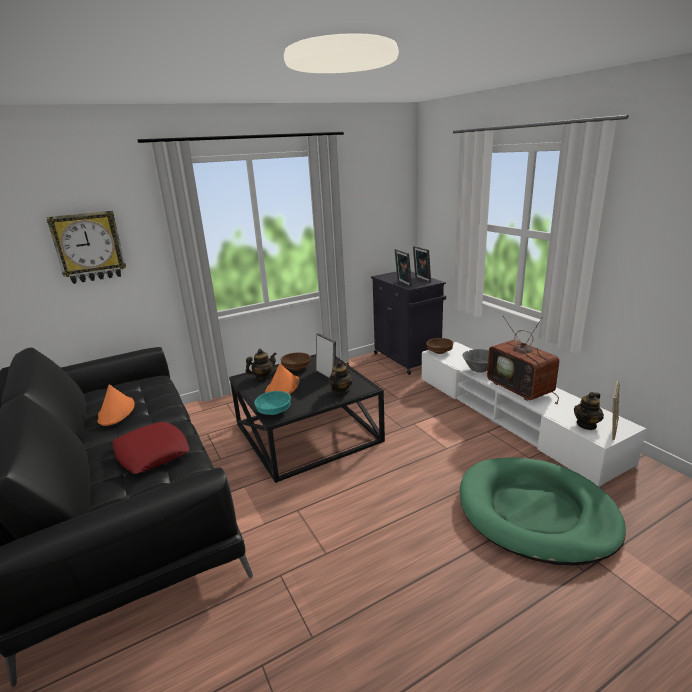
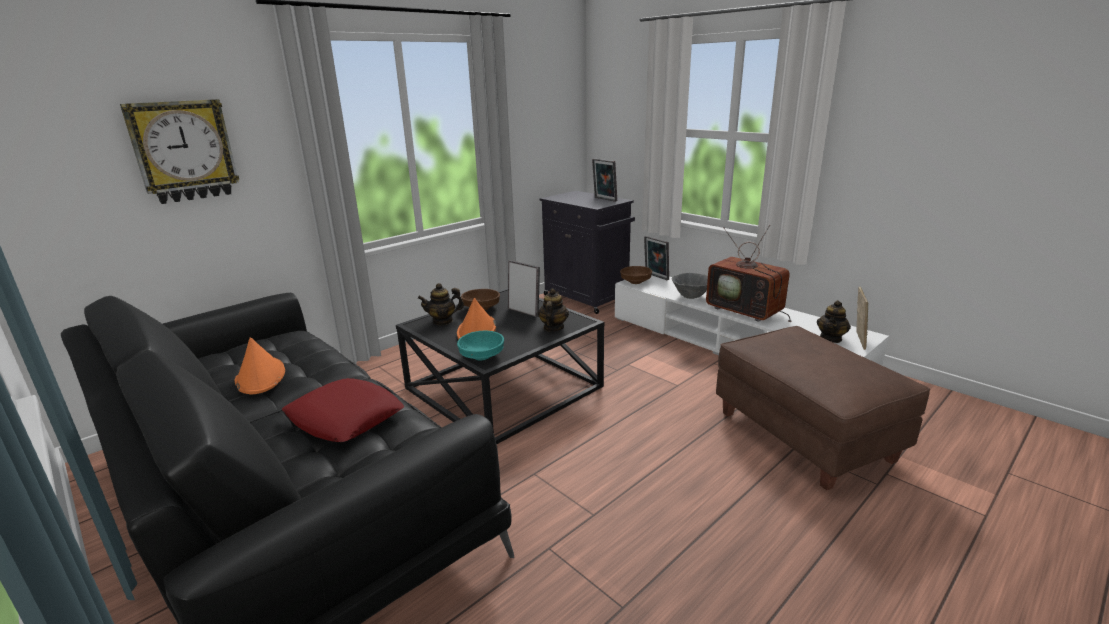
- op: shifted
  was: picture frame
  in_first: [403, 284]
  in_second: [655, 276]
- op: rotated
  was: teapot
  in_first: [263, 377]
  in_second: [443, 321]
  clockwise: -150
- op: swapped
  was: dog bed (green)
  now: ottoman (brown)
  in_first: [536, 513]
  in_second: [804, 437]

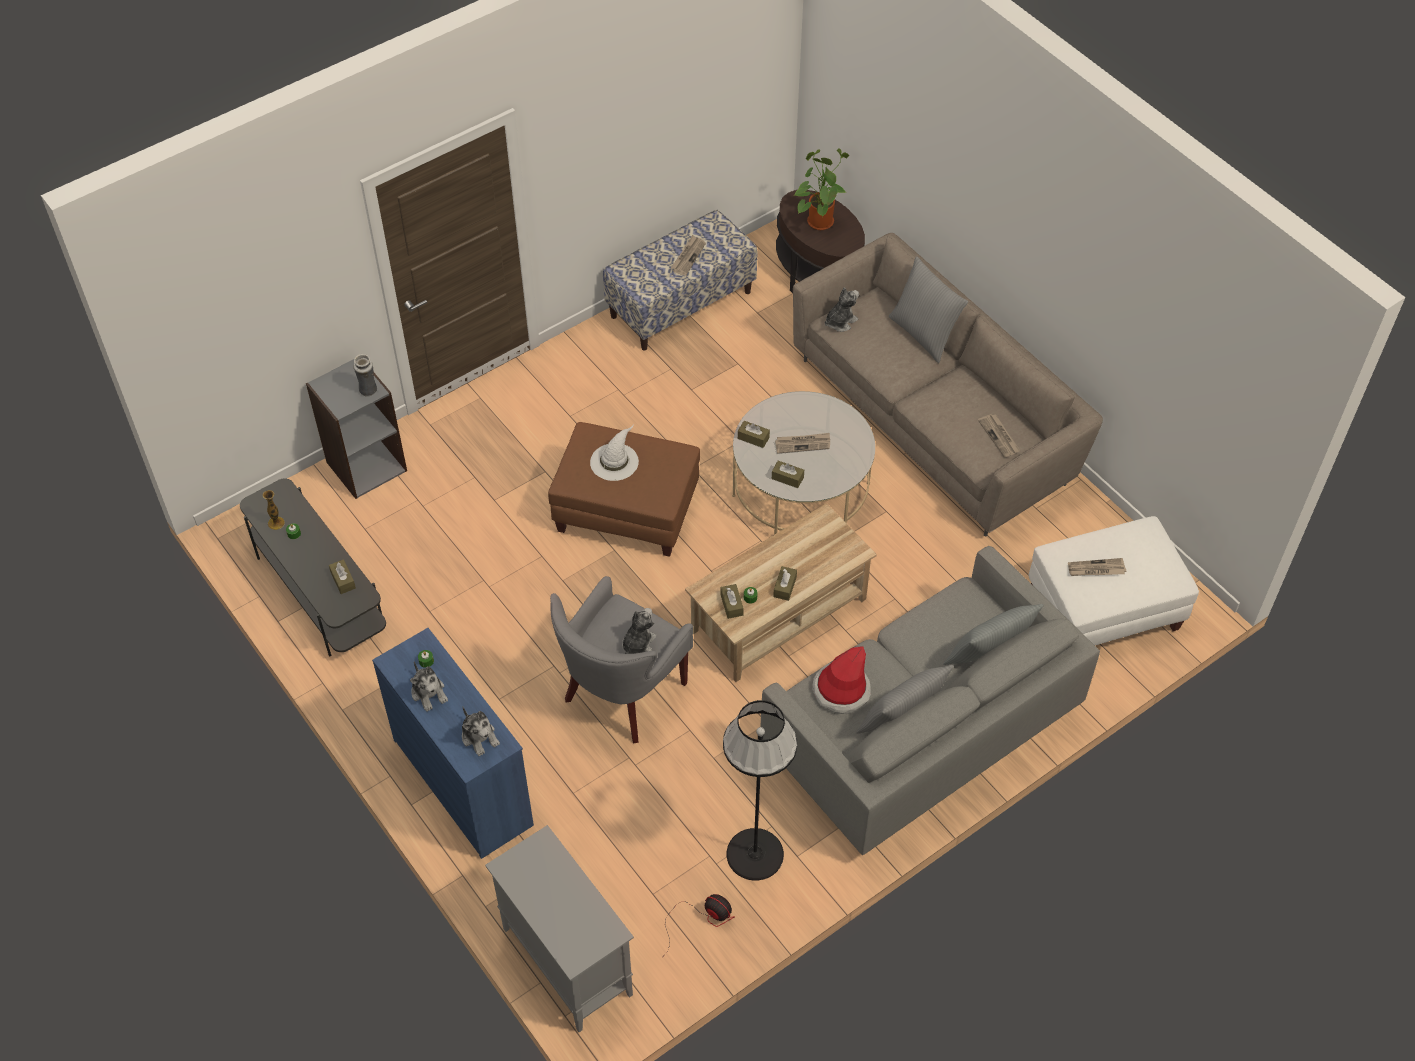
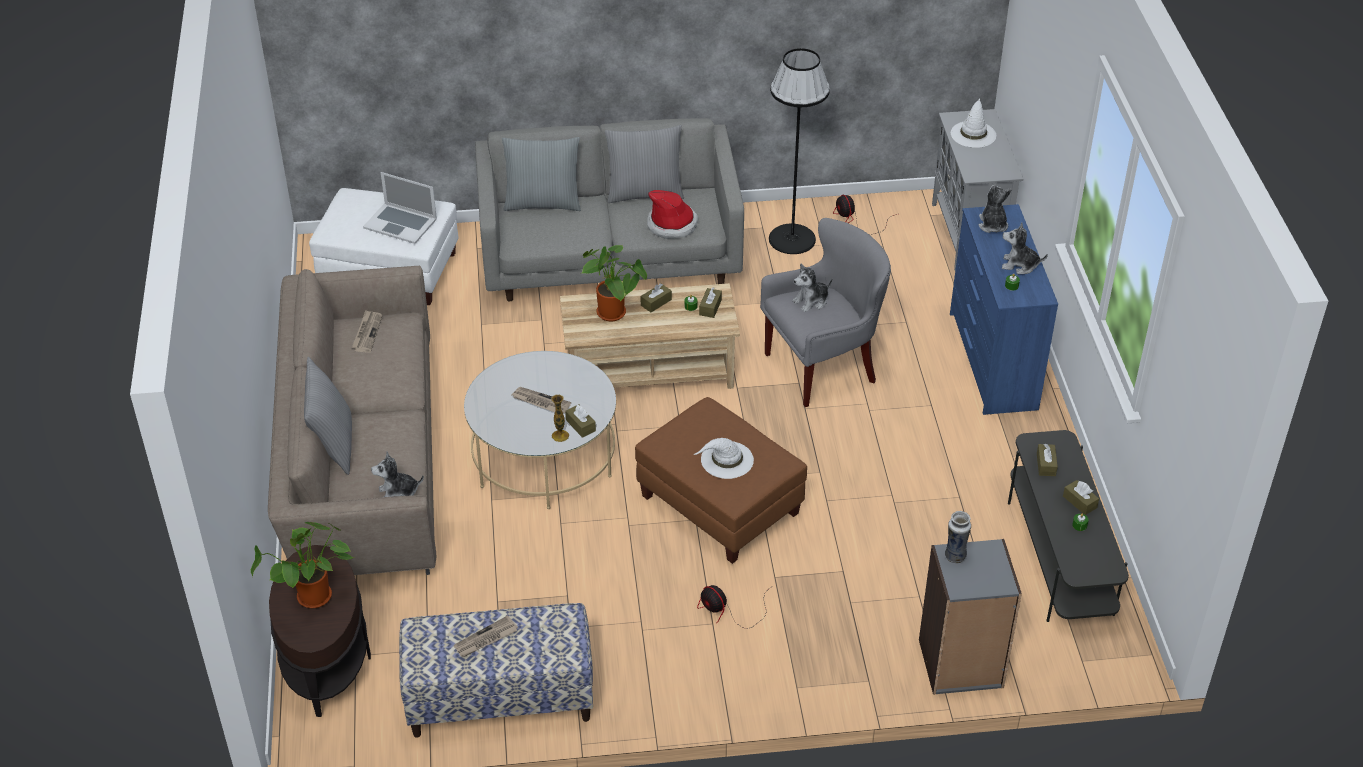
- op: shifted
  was: tissue box (brown)
  in_first: [787, 478]
  in_second: [1079, 502]
- op: shifted
  was: vase
  in_first: [276, 523]
  in_second: [560, 436]
- op: swapped
  was: newspaper
  now: laptop
  in_first: [1096, 569]
  in_second: [400, 223]
- op: rotated
  was: plush toy
  in_first: [429, 692]
  in_second: [1019, 265]
  clockwise: -75
- op: new
  now: hat (white)
  in_second: [973, 133]
- op: new
  now: potted plant
  in_second: [614, 314]
- op: new
  now: fan
  in_second: [728, 612]

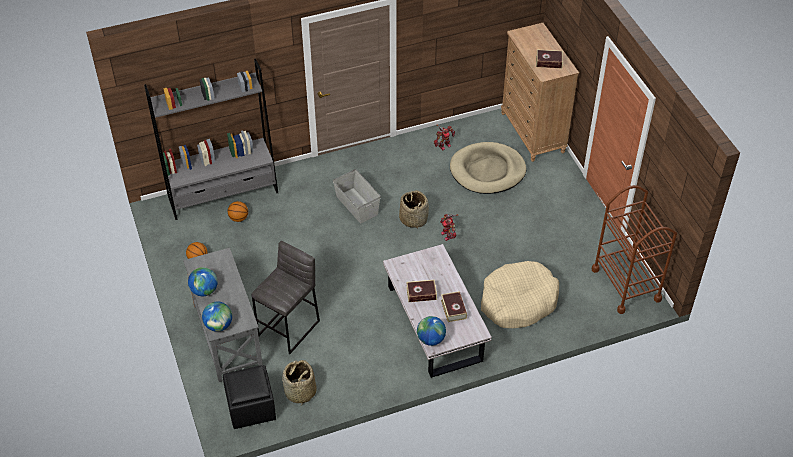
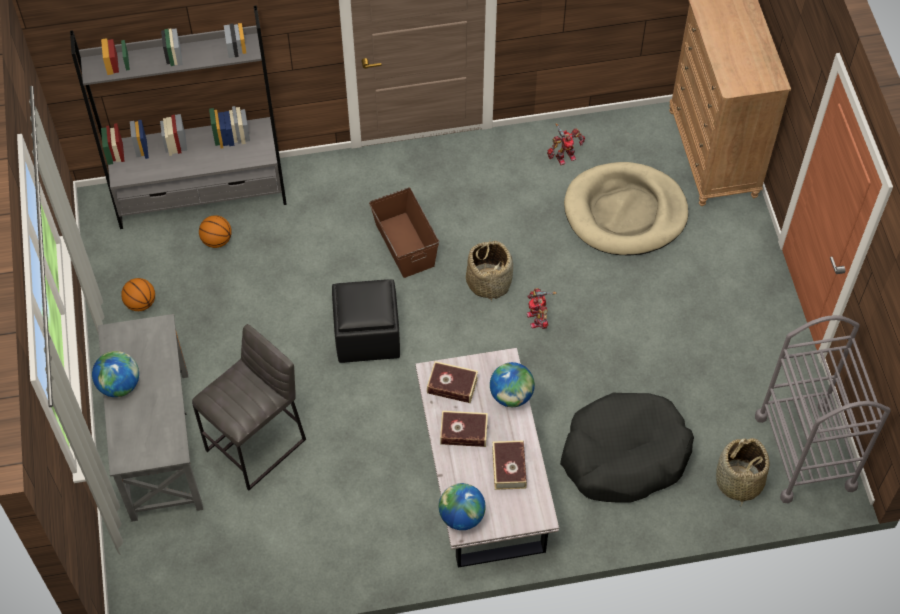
- op: shifted
  was: book
  in_first: [549, 62]
  in_second: [452, 385]
- op: repainted
  was: storage box (grey)
  now: storage box (brown)
  in_first: [357, 205]
  in_second: [405, 244]
- op: repainted
  was: cart (brown)
  now: cart (grey)
  in_first: [626, 284]
  in_second: [805, 451]
- op: repainted
  was: dog bed (beige)
  now: dog bed (black)
  in_first: [518, 302]
  in_second: [624, 455]
- op: shifted
  was: globe
  in_first: [219, 325]
  in_second: [511, 395]
- op: shifted
  was: basket
  in_first: [300, 392]
  in_second: [738, 481]
- op: shifted
  was: ottoman (black)
  in_first: [251, 407]
  in_second: [368, 335]

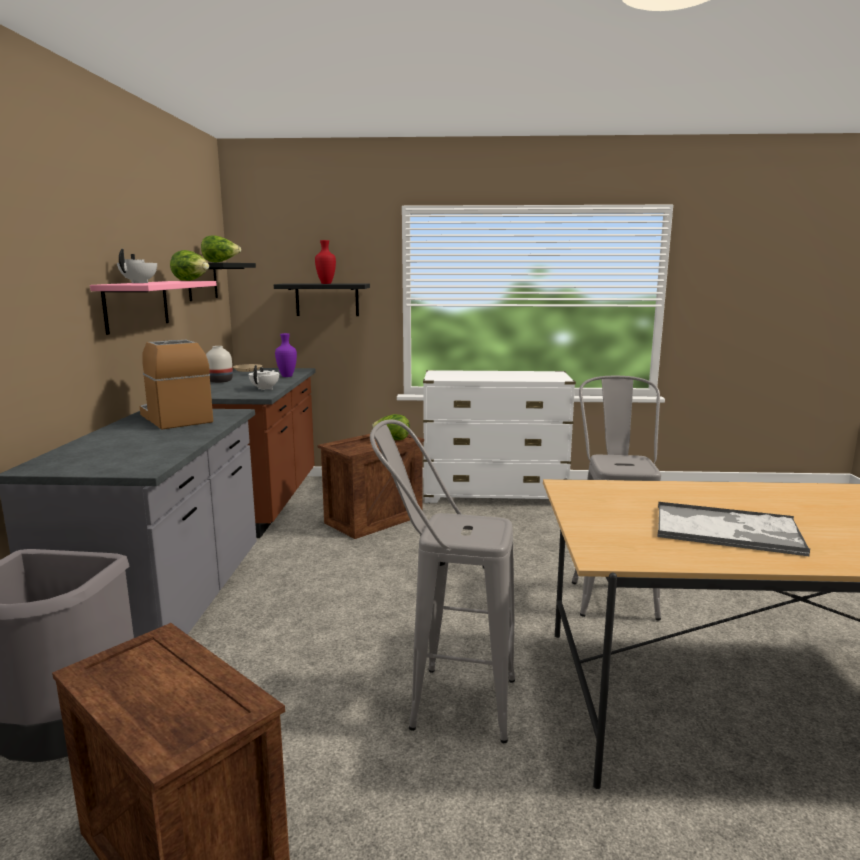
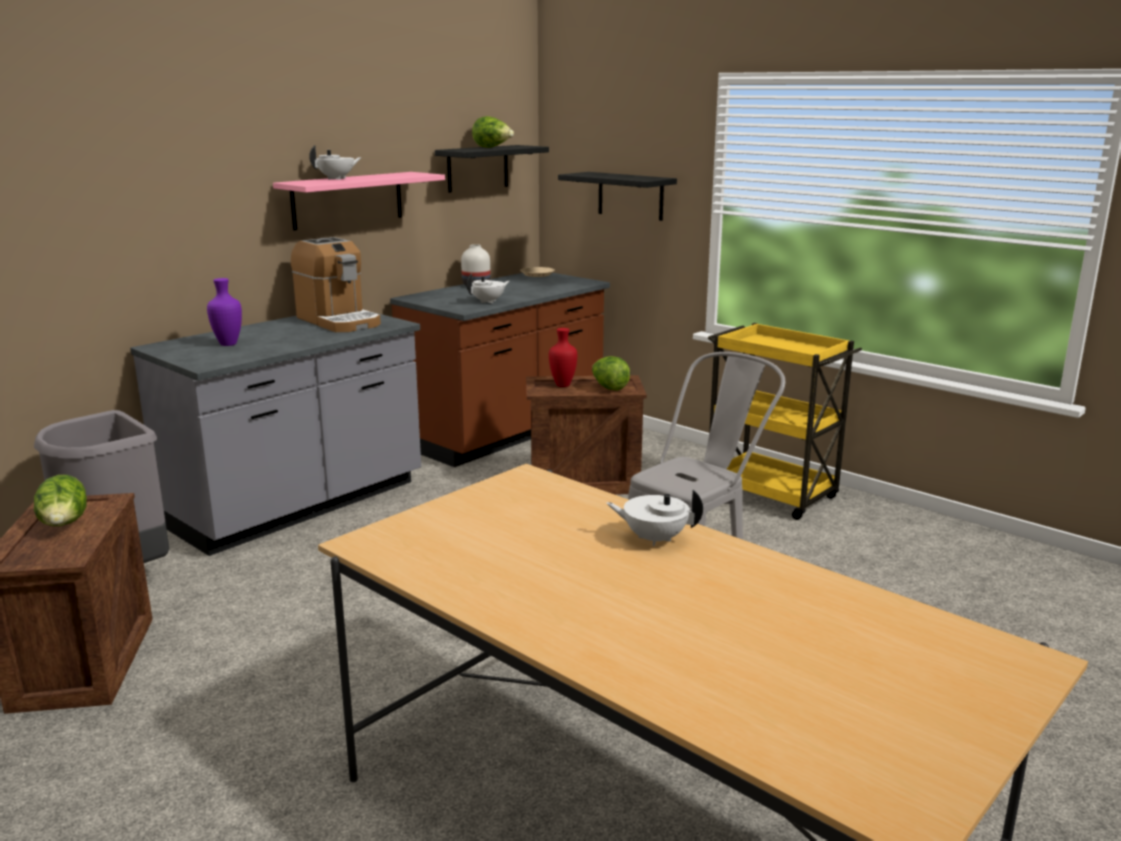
- op: shifted
  was: vase (red)
  in_first: [326, 283]
  in_second: [564, 385]
- op: shifted
  was: lettuce
  in_first: [191, 281]
  in_second: [64, 525]
- op: shifted
  was: vase (purple)
  in_first: [286, 376]
  in_second: [228, 344]
- op: rotated
  was: coffee machine
  in_first: [175, 418]
  in_second: [338, 321]
  clockwise: 135
- op: swapped
  was: dresser (white)
  now: cart (yellow)
  in_first: [494, 494]
  in_second: [771, 495]
- op: gone
  was: stool (grey)
  in_first: [444, 701]
- op: gone
  was: tray
  in_first: [728, 530]
- op: new
  now: teapot (white)
  in_second: [654, 539]

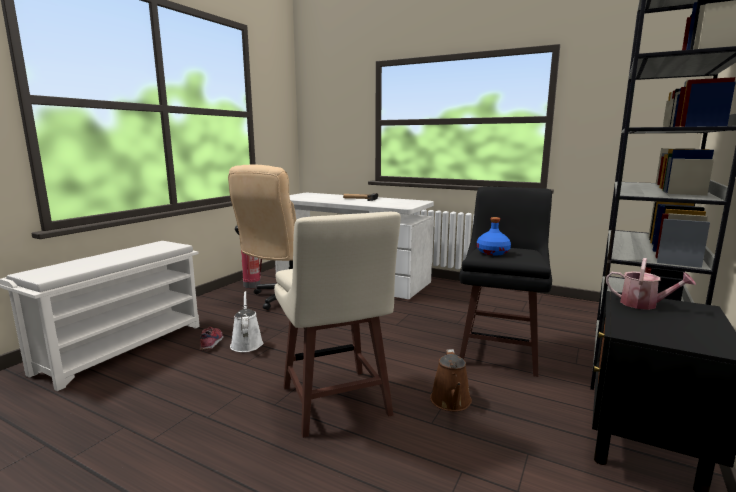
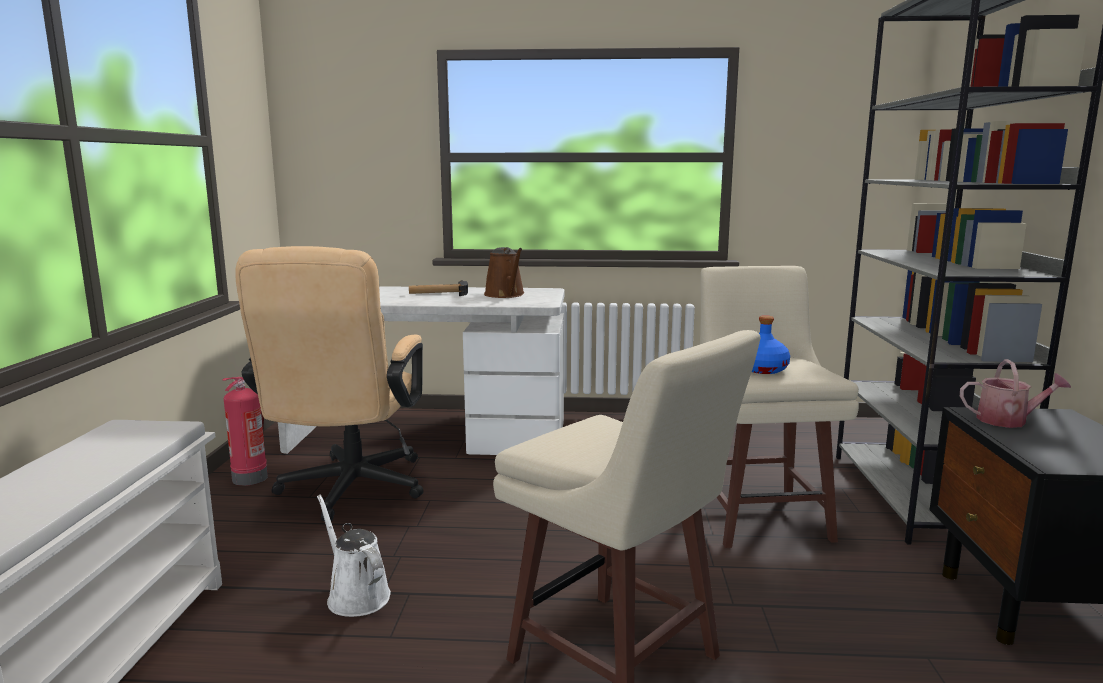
- op: repainted
  was: stool (black)
  now: stool (beige)
  in_first: [500, 352]
  in_second: [759, 516]
- op: gone
  was: shoe
  in_first: [212, 343]
- op: shifted
  was: watering can (brown)
  in_first: [451, 402]
  in_second: [506, 295]

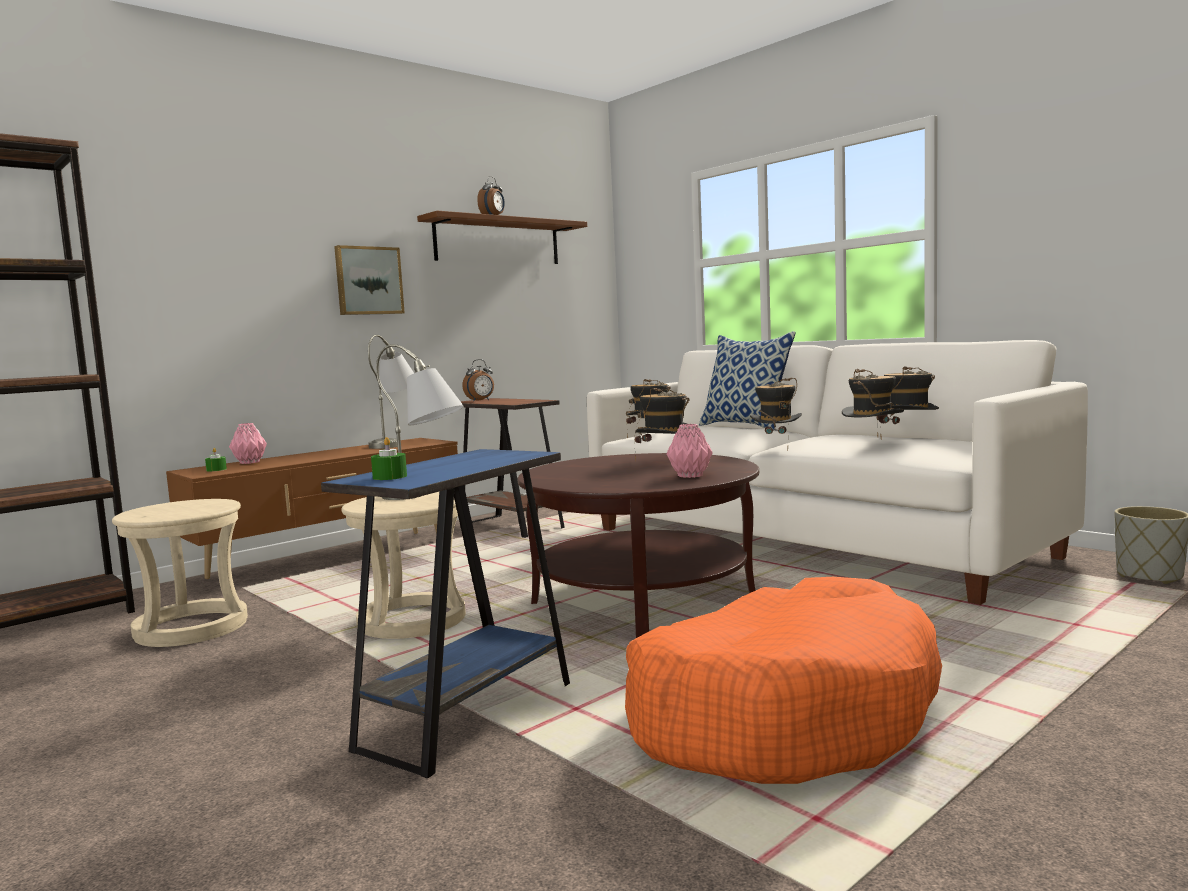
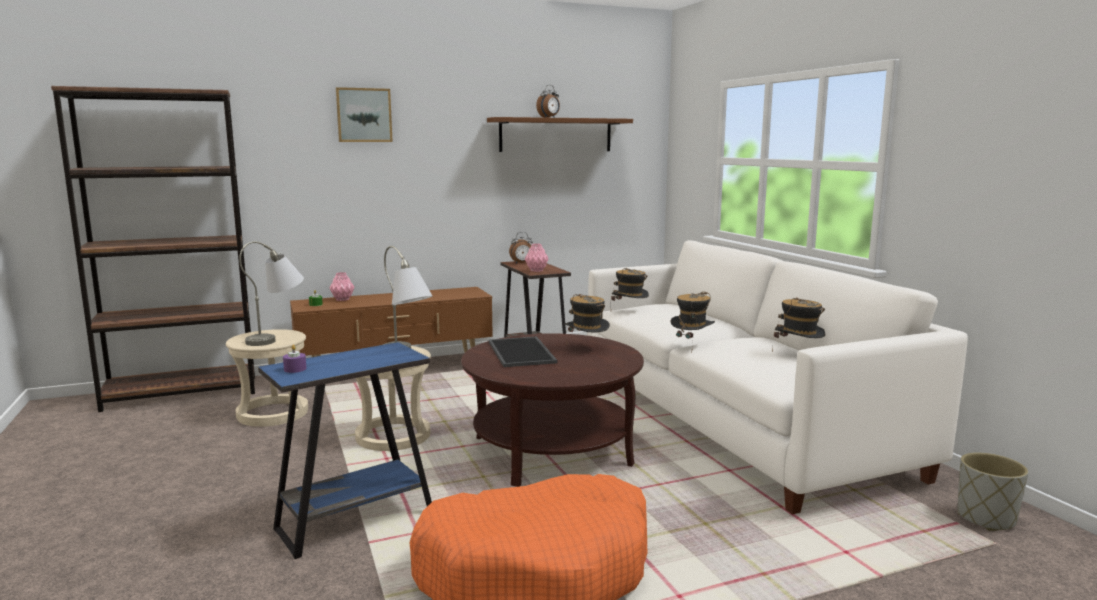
- op: shifted
  was: picture
  in_first: [368, 281]
  in_second: [364, 115]
- op: gone
  was: pillow
  in_first: [746, 426]
- op: shifted
  was: table lamp (grey)
  in_first: [396, 443]
  in_second: [278, 338]
- op: gone
  was: hat
  in_first: [872, 444]
- op: shifted
  was: vase (pink)
  in_first: [689, 476]
  in_second: [536, 270]
- op: repainted
  was: candle (green)
  now: candle (purple)
  in_first: [390, 477]
  in_second: [295, 369]
- op: new
  now: tray
  in_second: [523, 352]

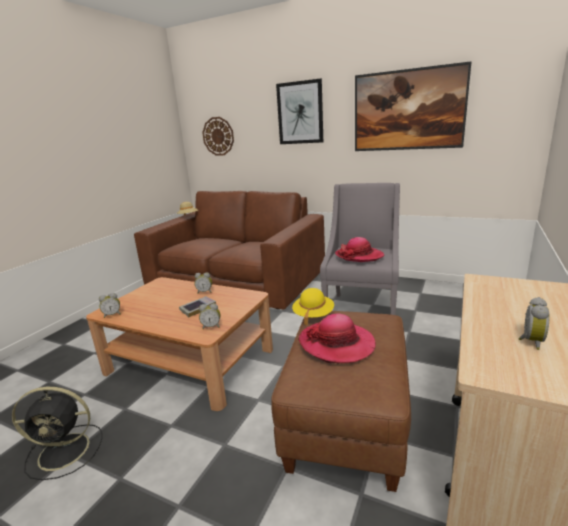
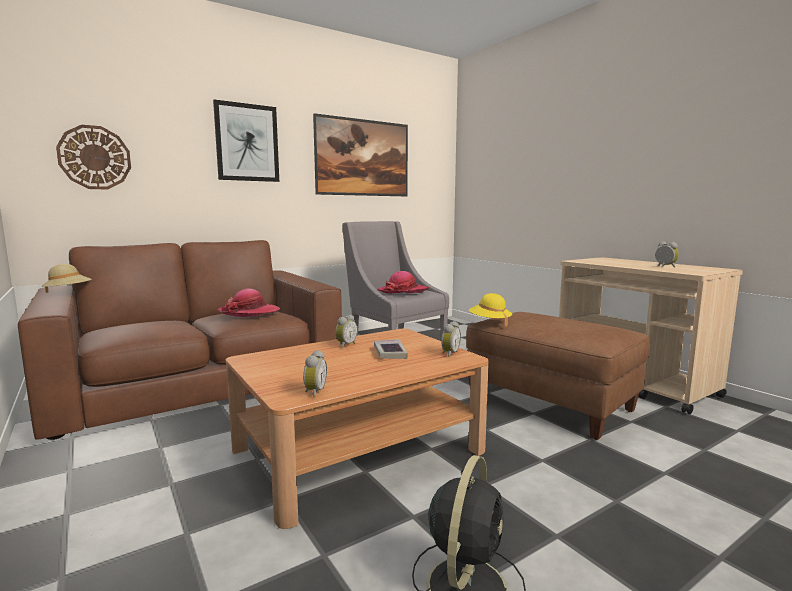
- op: shifted
  was: hat
  in_first: [337, 344]
  in_second: [249, 312]

